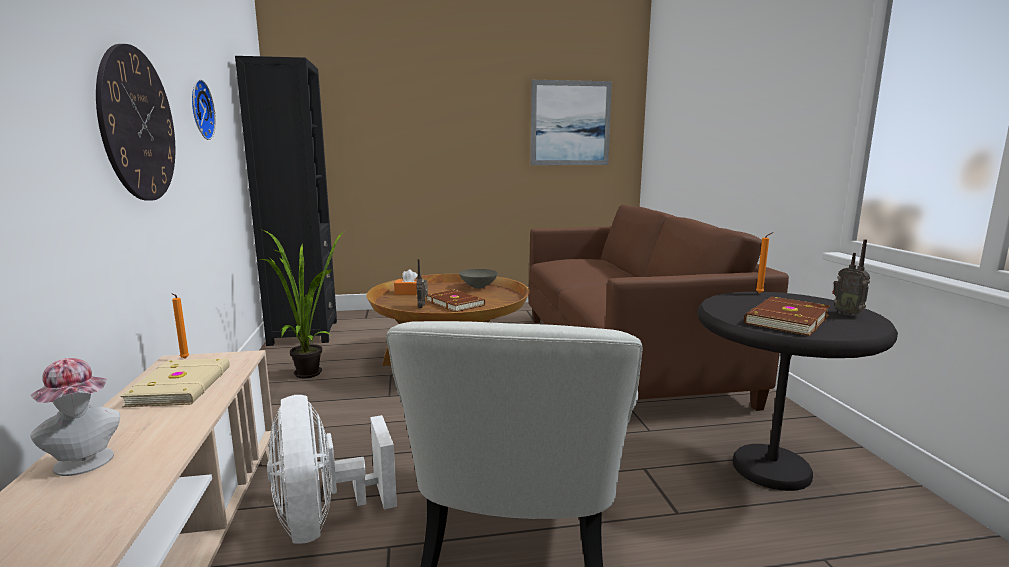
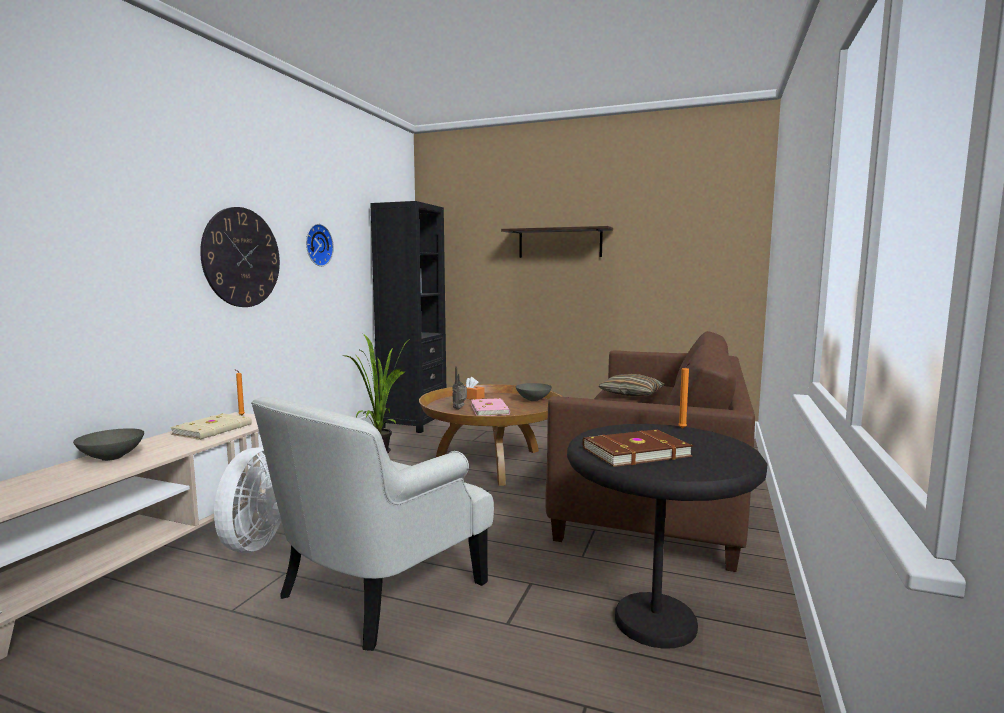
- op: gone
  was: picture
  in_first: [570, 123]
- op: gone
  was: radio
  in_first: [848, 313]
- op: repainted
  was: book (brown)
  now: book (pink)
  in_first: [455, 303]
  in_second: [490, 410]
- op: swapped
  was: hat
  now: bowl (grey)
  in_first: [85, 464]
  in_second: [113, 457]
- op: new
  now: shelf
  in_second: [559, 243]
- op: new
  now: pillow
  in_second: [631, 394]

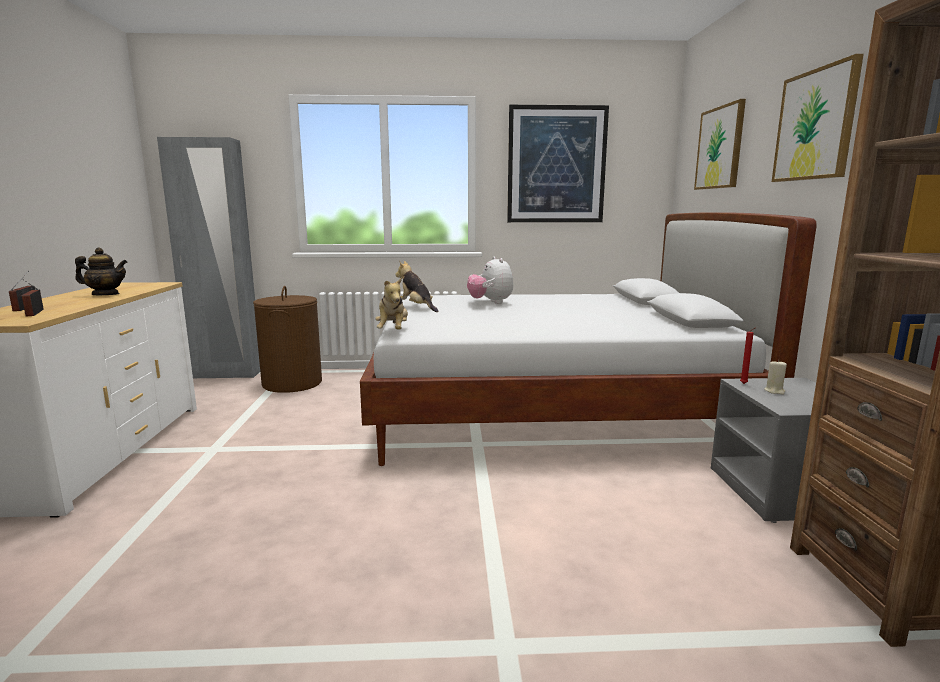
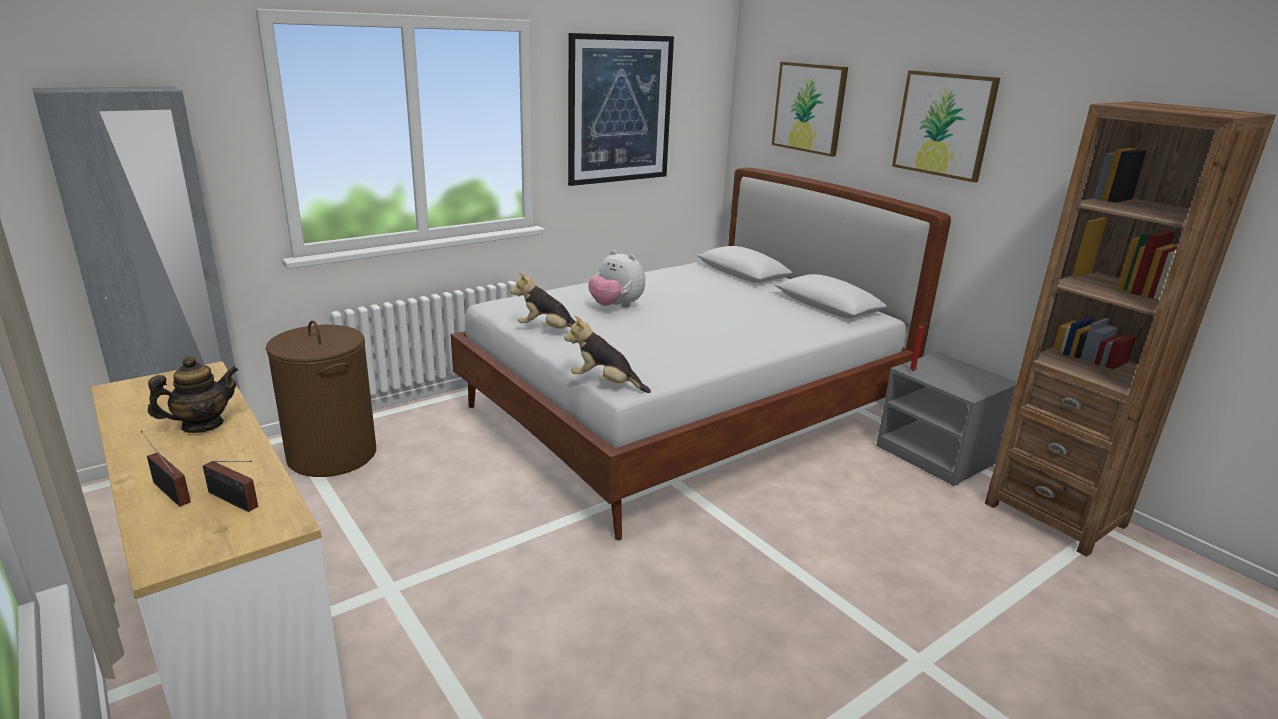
- op: rotated
  was: plush toy
  in_first: [393, 331]
  in_second: [605, 384]
  clockwise: 150
- op: gone
  was: candle (beige)
  in_first: [774, 391]

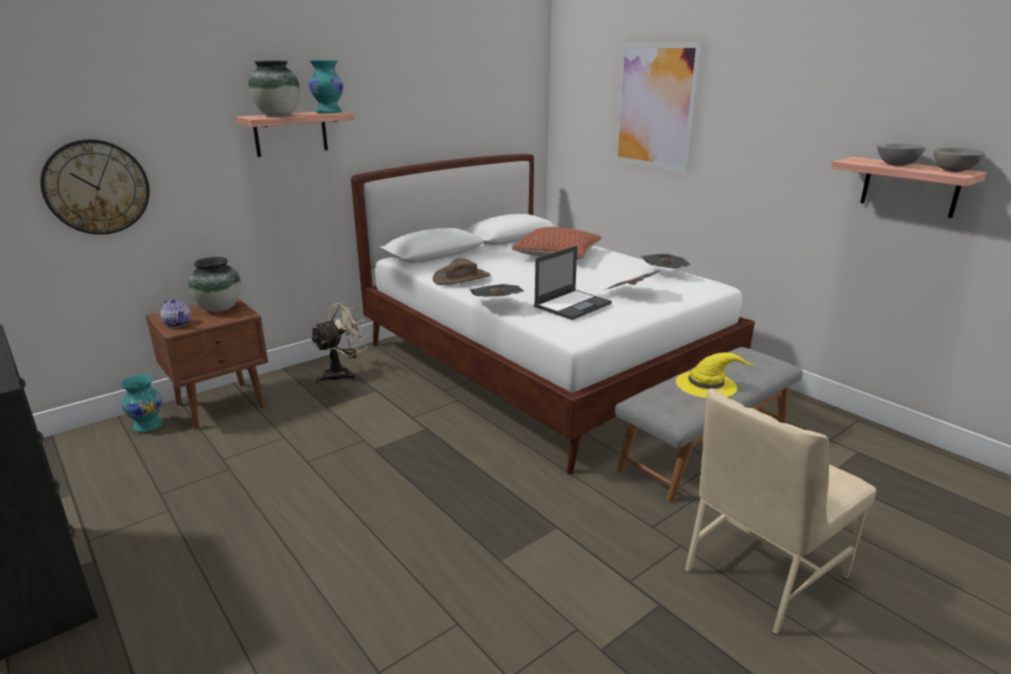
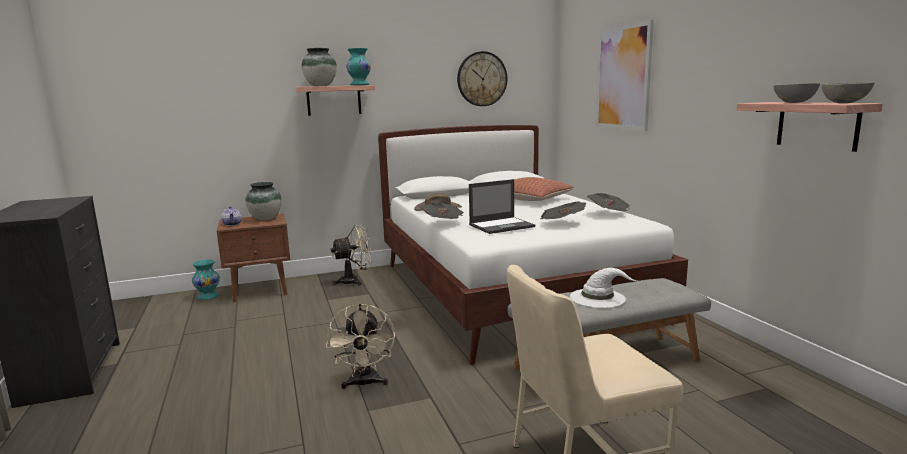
- op: shifted
  was: wall clock
  in_first: [96, 187]
  in_second: [482, 79]
- op: repainted
  was: hat (yellow)
  now: hat (white)
  in_first: [707, 384]
  in_second: [598, 298]
- op: new
  now: fan (beige)
  in_second: [364, 384]

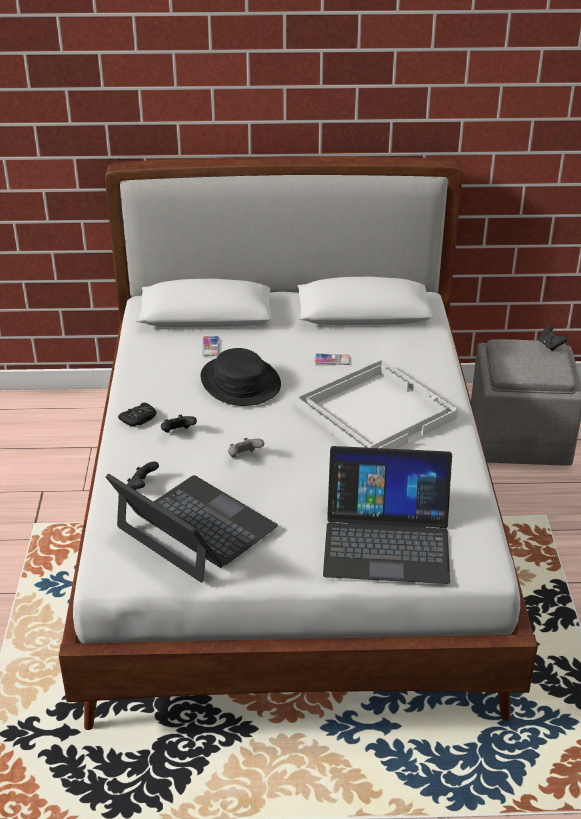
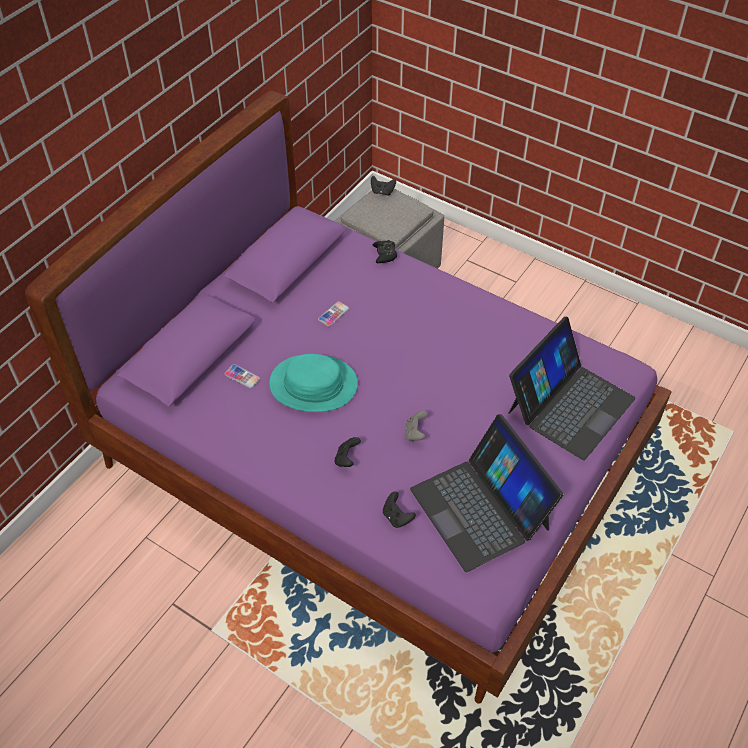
- op: repainted
  was: bed (white)
  now: bed (purple)
  in_first: [291, 533]
  in_second: [374, 459]
- op: repainted
  was: hat (black)
  now: hat (turquoise)
  in_first: [240, 382]
  in_second: [313, 384]
- op: gone
  was: tray (white)
  in_first: [376, 411]
- op: shifted
  was: game controller (black)
  in_first: [139, 419]
  in_second: [385, 254]
- op: rotated
  was: laptop
  in_first: [195, 528]
  in_second: [480, 508]
  clockwise: -105

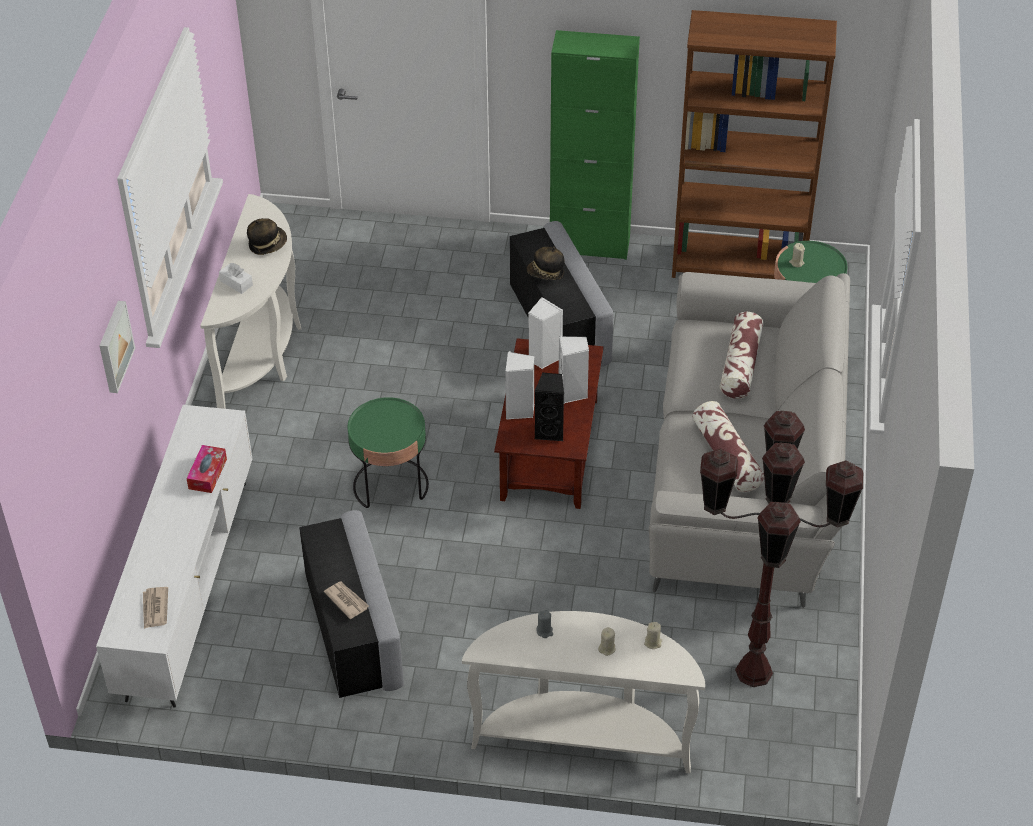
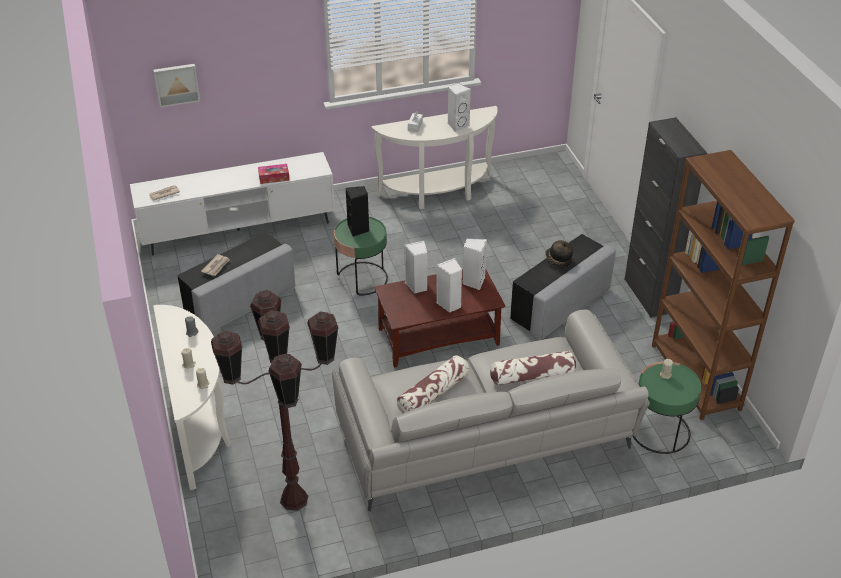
- op: repainted
  was: cabinet (green)
  now: cabinet (black)
  in_first: [589, 245]
  in_second: [649, 295]
- op: swapped
  was: hat
  now: speaker (white)
  in_first: [267, 244]
  in_second: [457, 126]
- op: shifted
  was: picture
  in_first: [113, 346]
  in_second: [176, 84]
- op: shifted
  was: speaker (black)
  in_first: [550, 431]
  in_second: [358, 229]

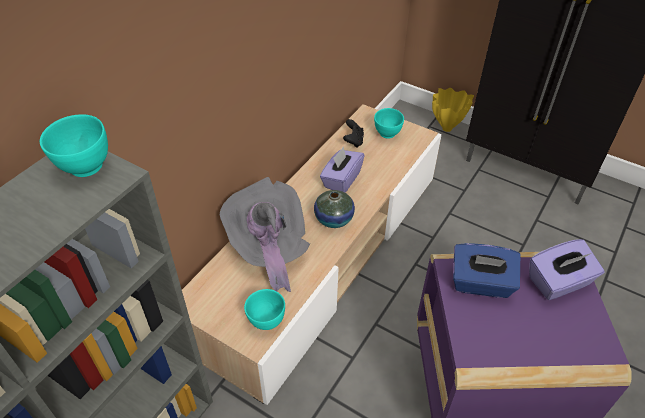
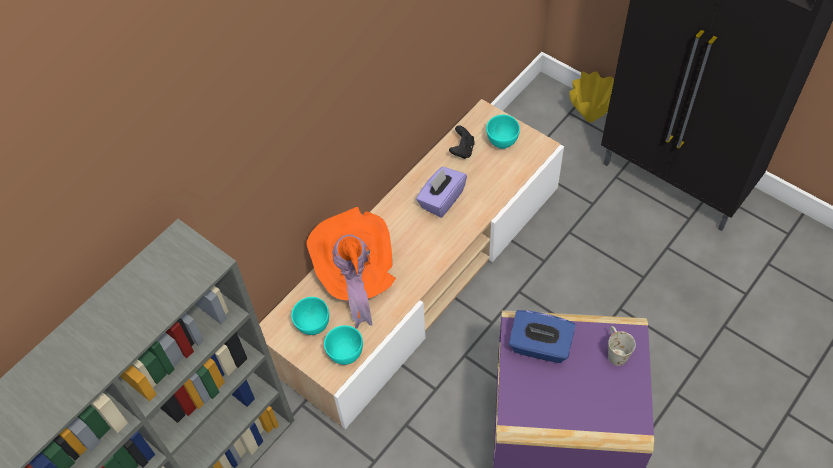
- op: shifted
  was: bowl (turquoise)
  in_first: [85, 167]
  in_second: [313, 326]
- op: repainted
  was: hat (grey)
  now: hat (orange)
  in_first: [268, 249]
  in_second: [355, 277]
- op: gone
  was: vase
  in_first: [333, 219]
- op: swapped
  was: tissue box (purple)
  now: mug (white)
  in_first: [559, 282]
  in_second: [615, 351]

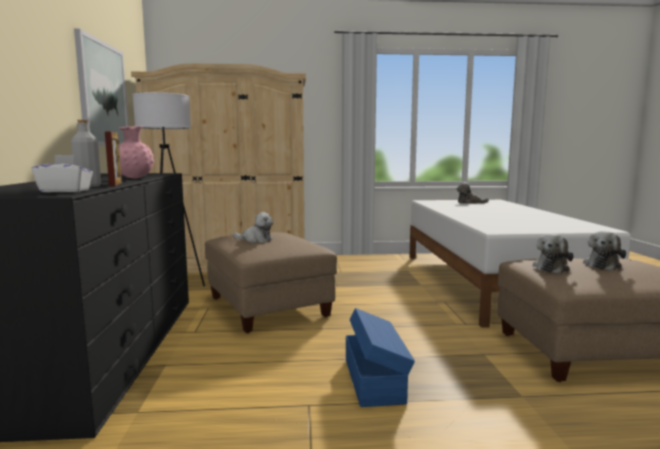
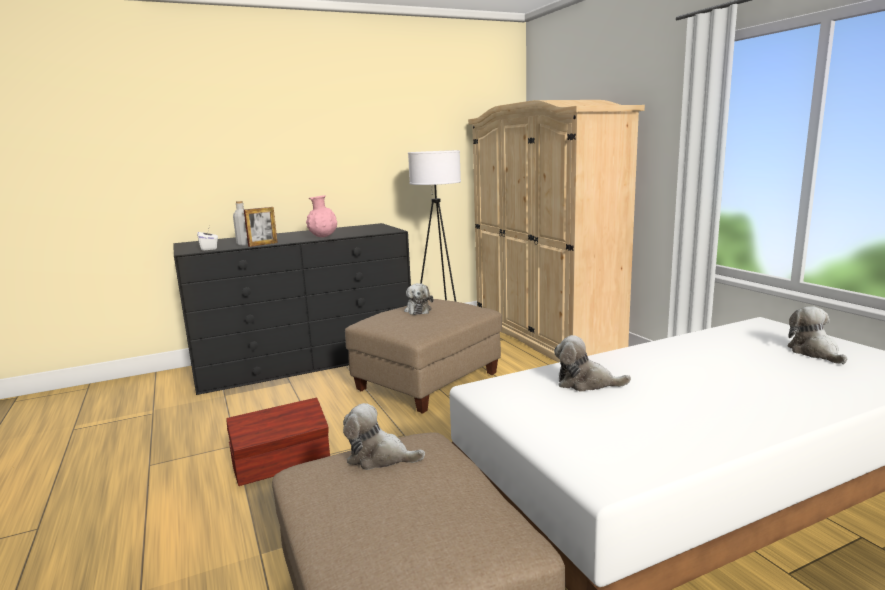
- op: gone
  was: picture
  in_first: [102, 94]
- op: shifted
  was: plush toy
  in_first: [602, 265]
  in_second: [586, 383]
- op: repainted
  was: storage box (blue)
  now: storage box (brown)
  in_first: [374, 379]
  in_second: [283, 464]

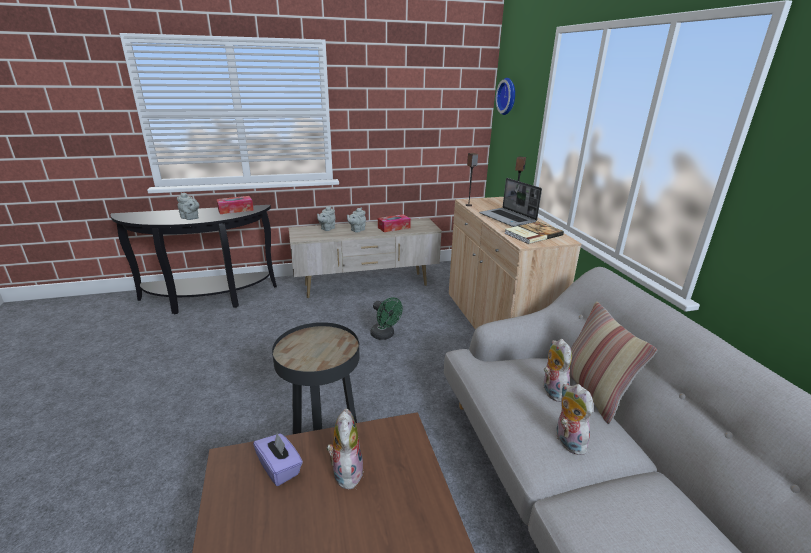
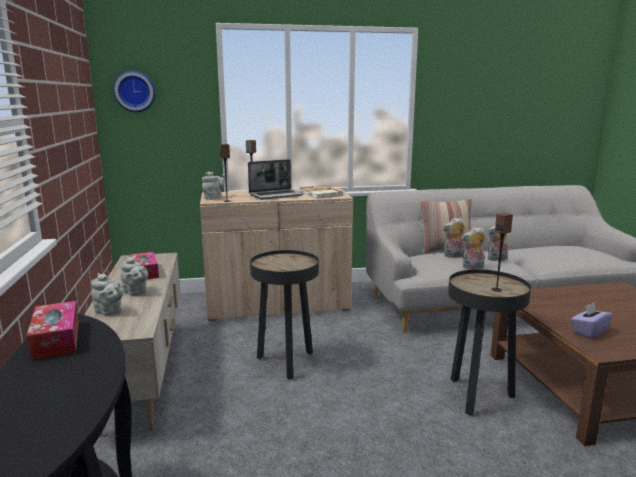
- op: shifted
  was: teapot (grey)
  in_first: [191, 218]
  in_second: [214, 198]
- op: swapped
  was: fan (green)
  now: side table (black)
  in_first: [385, 335]
  in_second: [286, 363]
- op: shifted
  was: plush toy
  in_first: [346, 471]
  in_second: [472, 268]
- op: new
  now: speaker
  in_second: [496, 289]

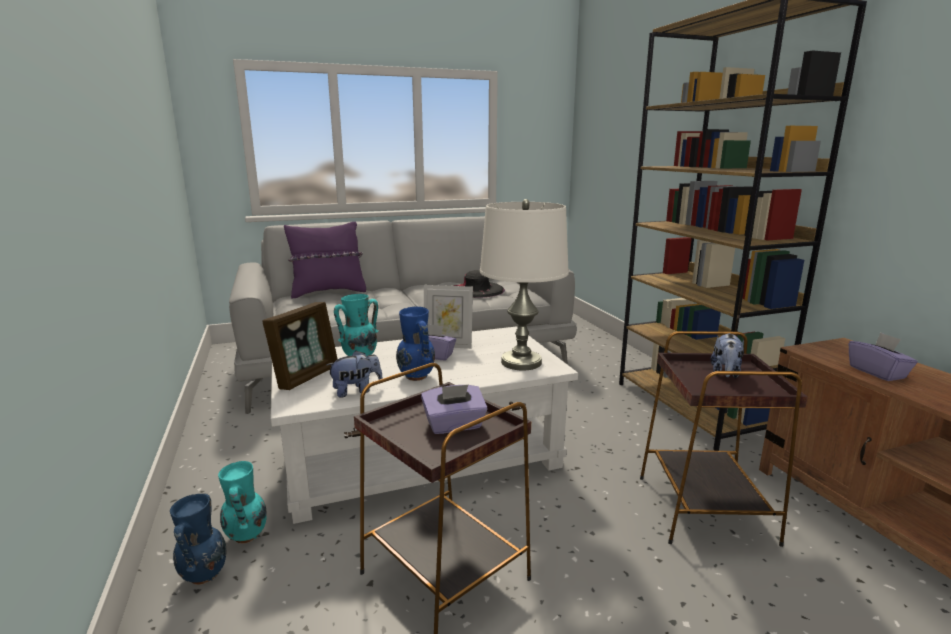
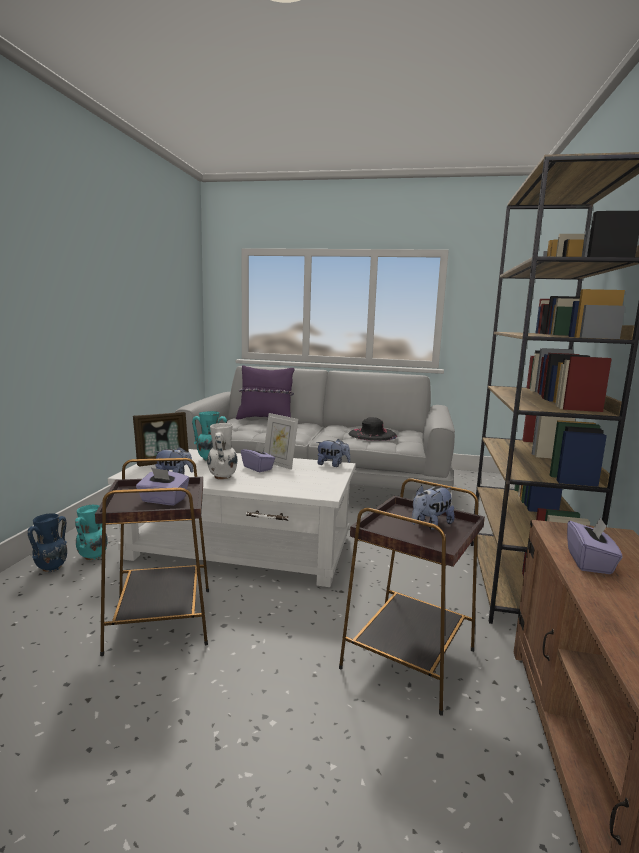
- op: gone
  was: table lamp (white)
  in_first: [521, 362]
- op: repainted
  was: vase (blue)
  now: vase (white)
  in_first: [416, 377]
  in_second: [222, 477]
- op: new
  now: plush toy
  in_second: [332, 465]

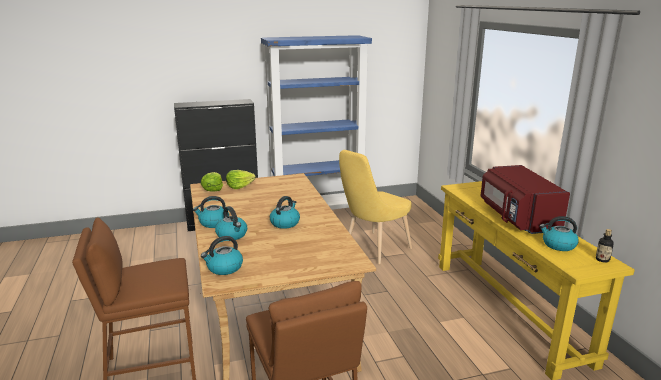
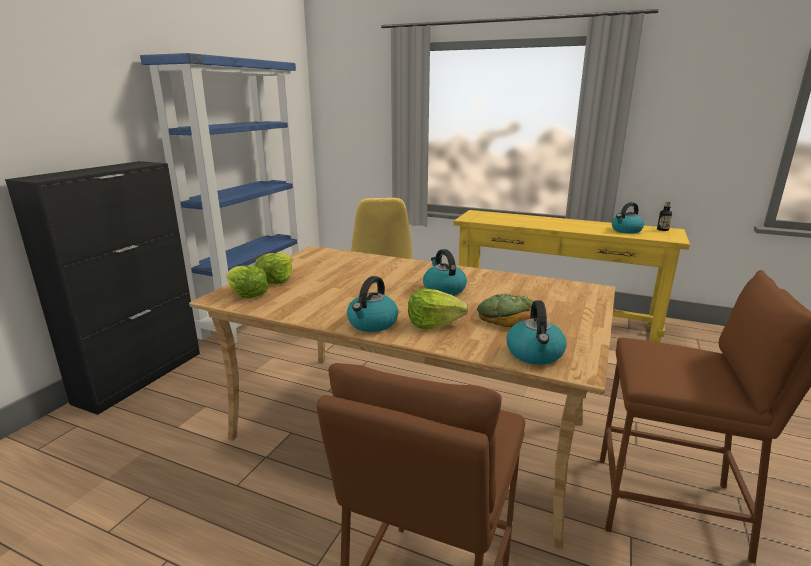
- op: gone
  was: microwave (red)
  in_first: [517, 218]
- op: swapped
  was: kettle
  now: lettuce
  in_first: [232, 235]
  in_second: [433, 323]
- op: new
  now: bread
  in_second: [508, 316]

